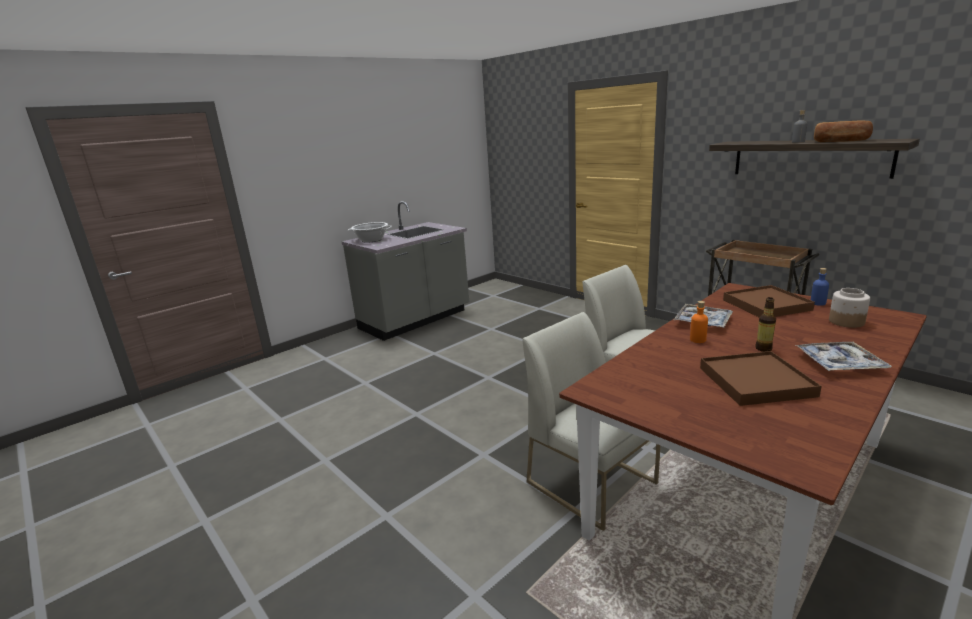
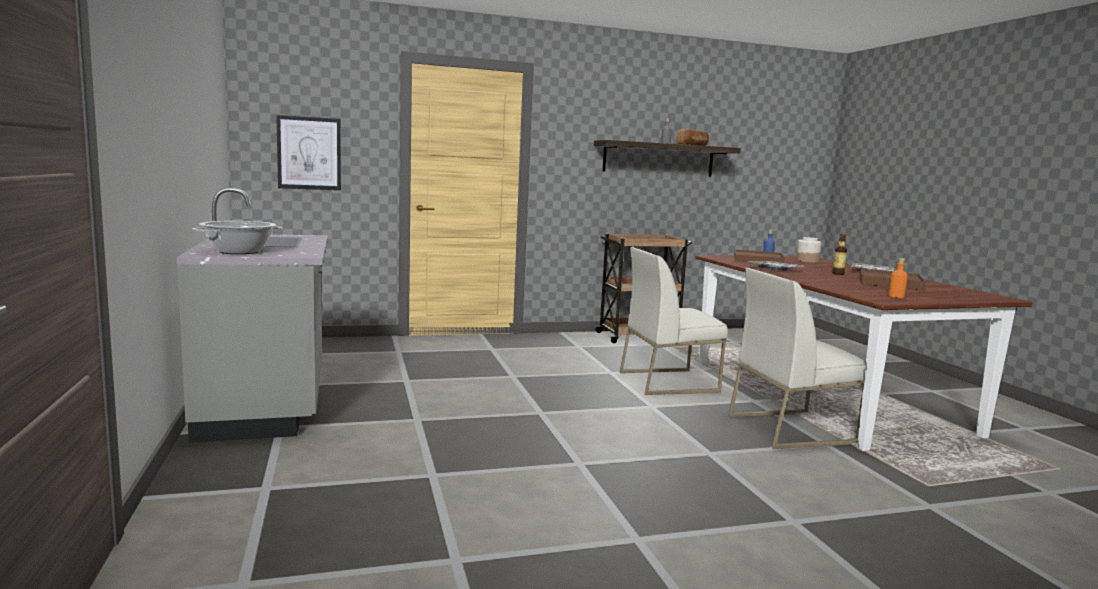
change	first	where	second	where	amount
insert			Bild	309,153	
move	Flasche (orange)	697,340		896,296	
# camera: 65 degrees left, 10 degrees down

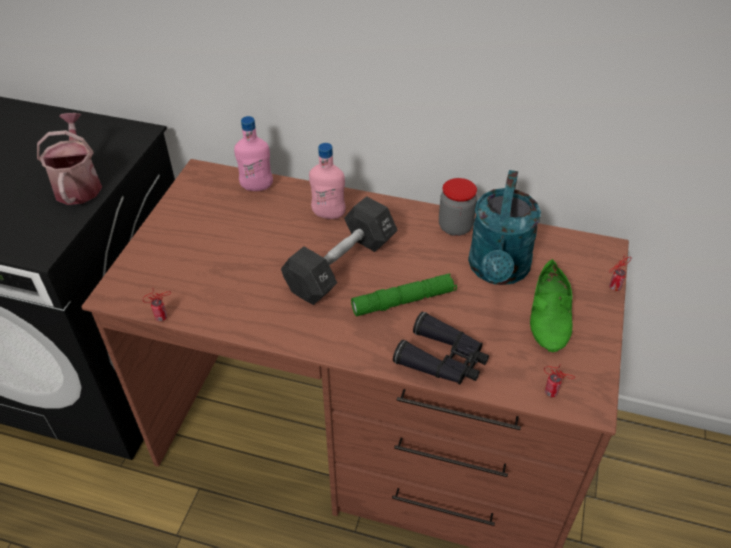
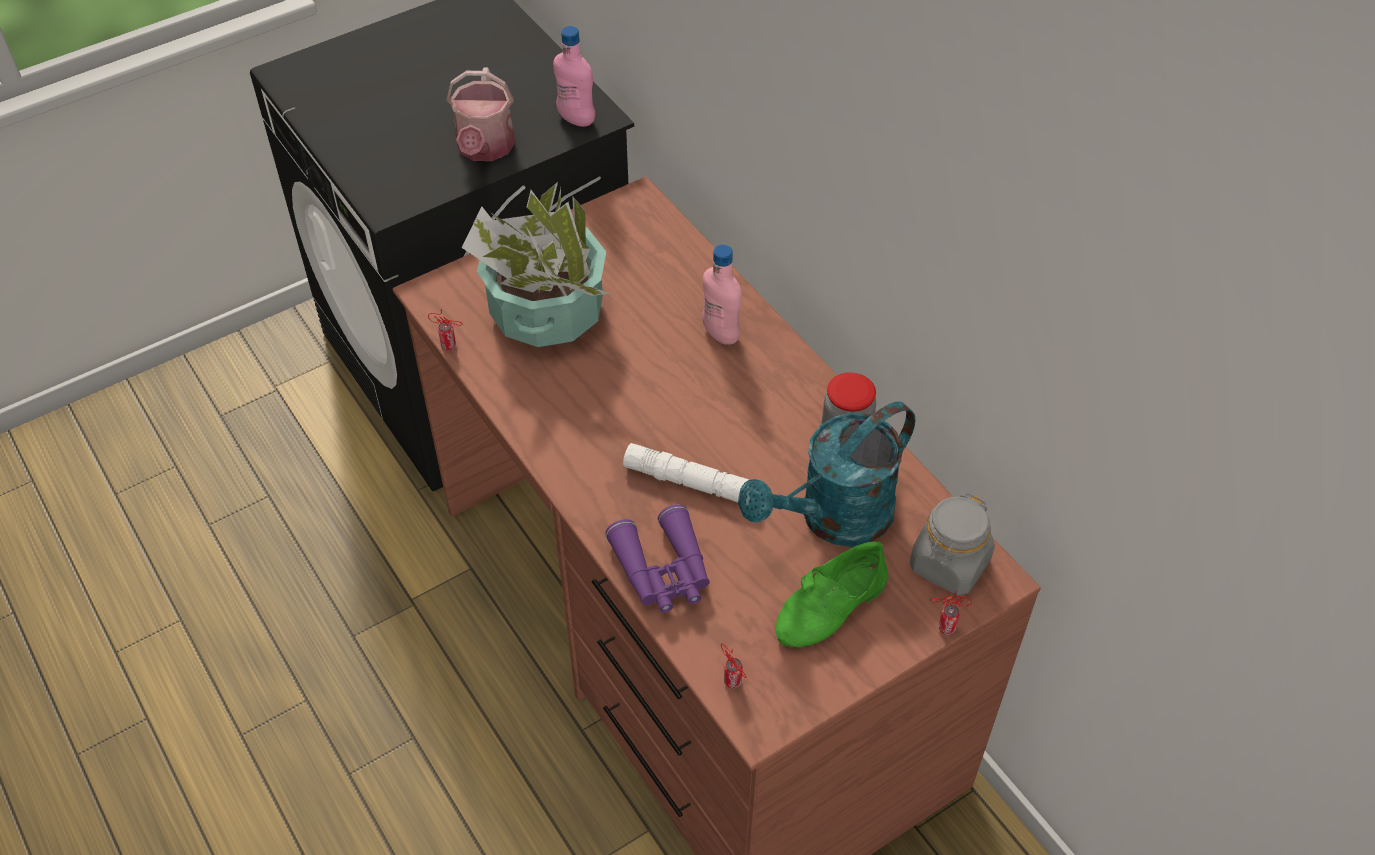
change	first	where	second	where	amount
rotate	Gießkanne	78,184		484,149	150 degrees clockwise
insert			Topfpflanze	546,311	
move	Flasche (rosa)	257,187		576,119	
recolor	Fernglas (schwarz)	443,360	Fernglas (lila)	663,571	
recolor	Taschenlampe (grün)	404,301	Taschenlampe (weiß)	693,483	
insert			Vorratsglas (grau)	949,564	
delete	Hantel (schwarz)	341,265			
# camera: 40 degrees right, 5 degrees up

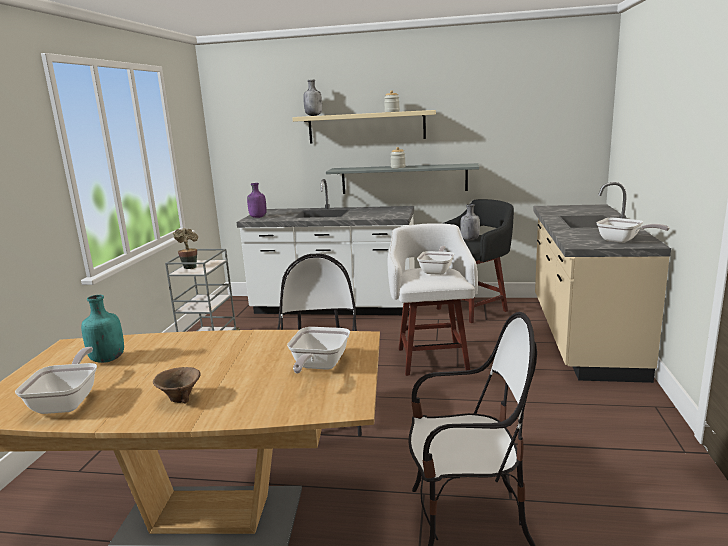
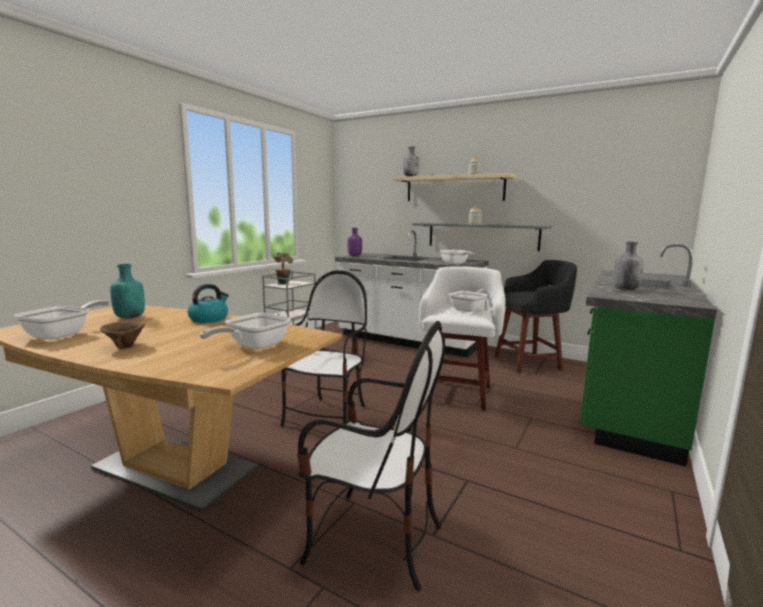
change	first	where	second	where	amount
insert			Wasserkessel	209,319	
move	Pfanne	623,241		455,264	
recolor	Küchenzeile (beige)	581,336	Küchenzeile (grün)	627,405	
move	Flasche (grau)	469,239		625,289	
# camera: 20 degrees right, 5 degrees down

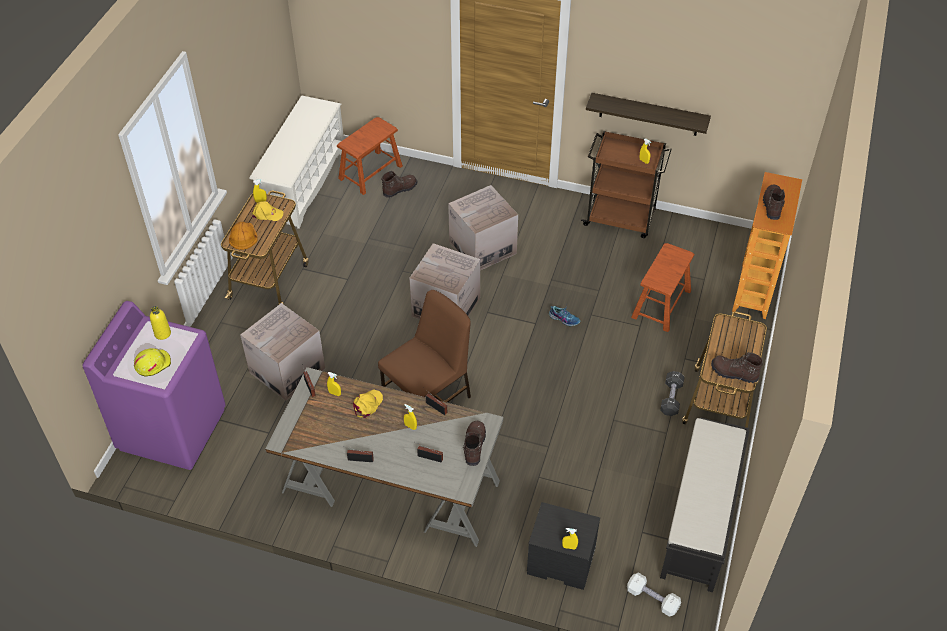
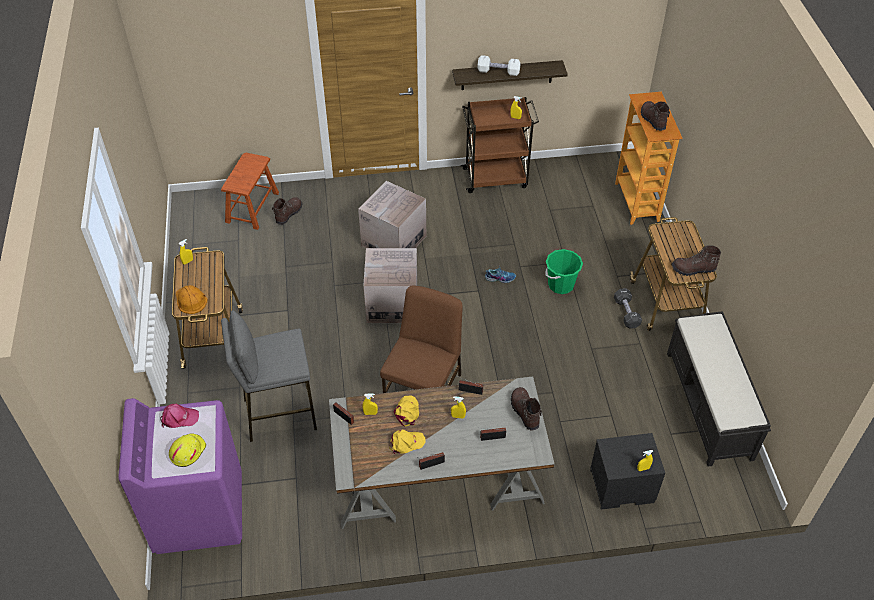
change	first	where	second	where	amount
replace	Flasche (gelb)	162,333	Kappe (rosa)	179,418	
replace	Karton	287,370	Hocker (grau)	279,413	
move	Kappe (gelb)	267,214		406,443	
move	Hantel (weiß)	652,599		498,72	
insert			Eimer (grün)	561,284	
delete	Schuhregal (weiß)	303,183			
delete	Hocker (braun)	661,304			
# camera: 25 degrees left, 0 degrees up

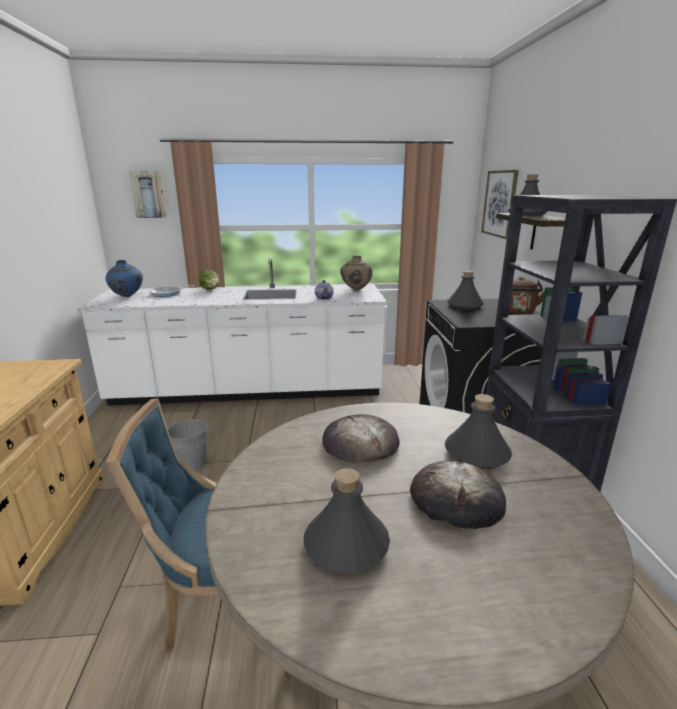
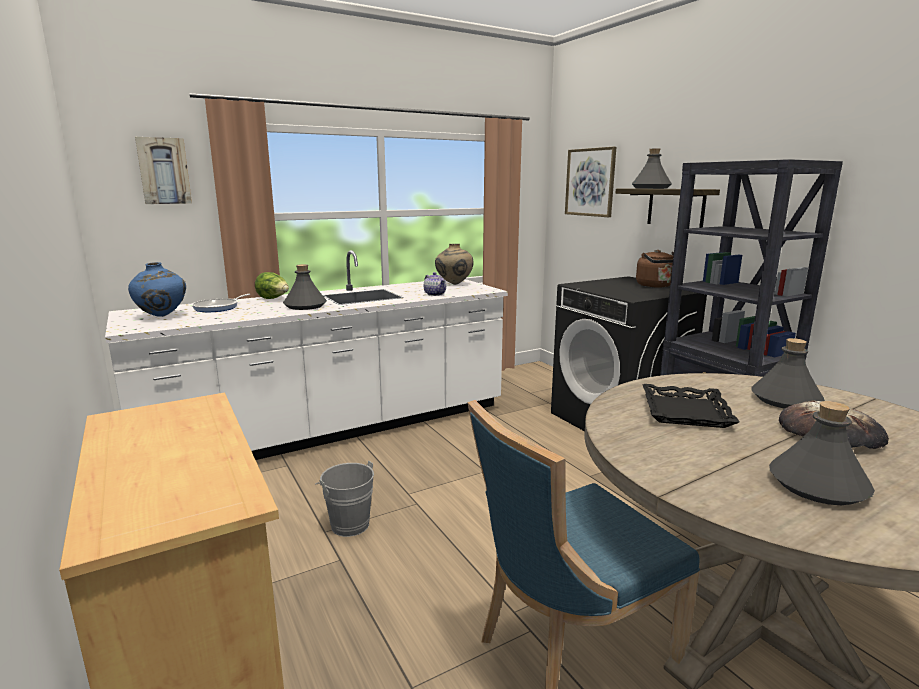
change	first	where	second	where	amount
move	Flasche (grau)	464,306		305,306	
replace	Brot	360,442	Tablett (schwarz)	684,412	
# camera: 25 degrees left, 5 degrees down

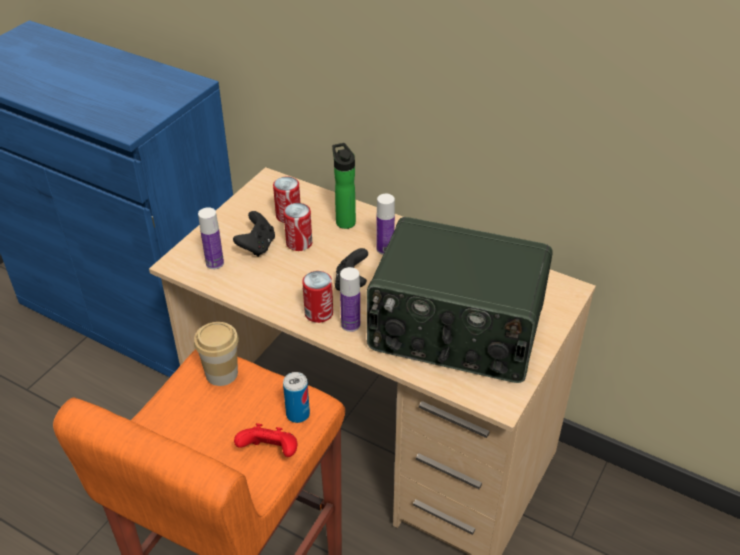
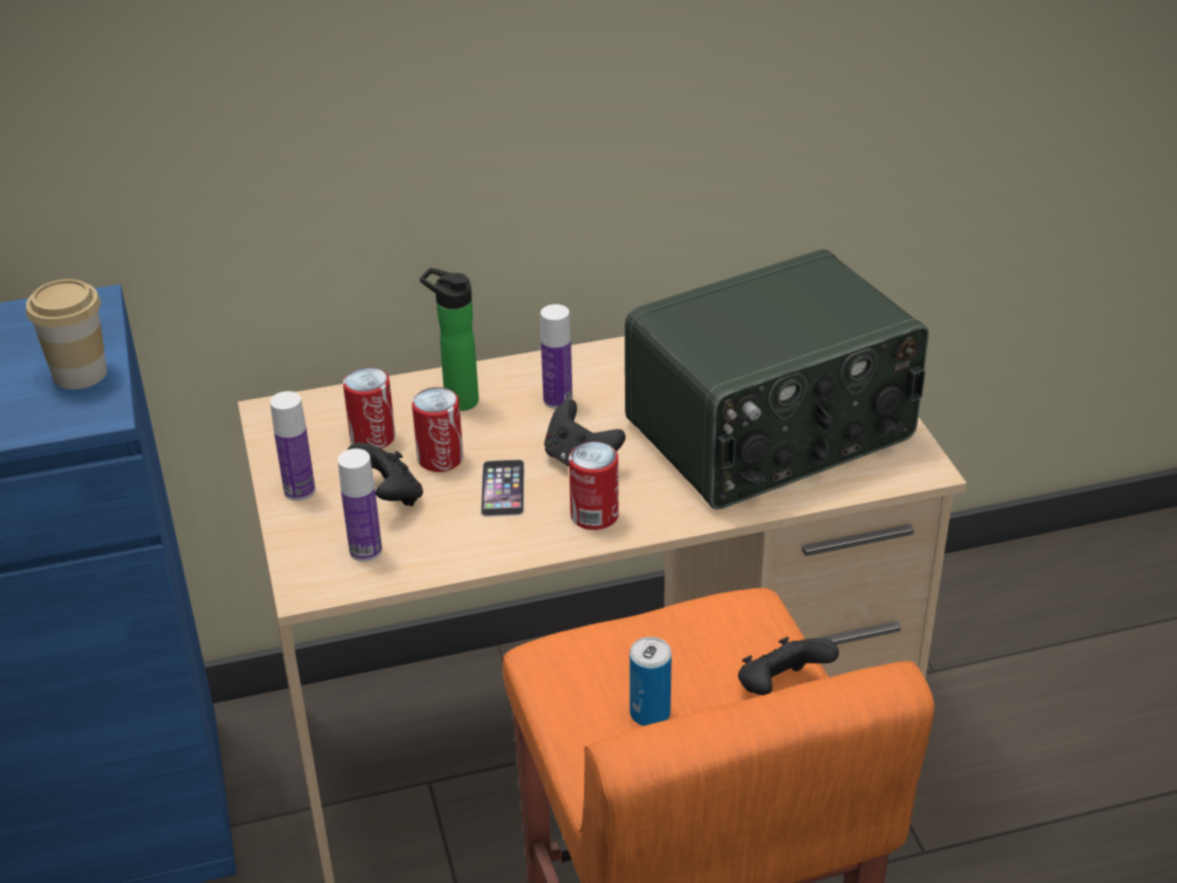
change	first	where	second	where	amount
move	Tasse	221,373		80,374	
move	Flasche	350,325		299,491	
insert			Handy	503,488	
move	Dose	298,414		650,713	
recolor	Gamepad (rot)	270,452	Gamepad (schwarz)	780,688	
# camera: 45 degrees left, 5 degrees down

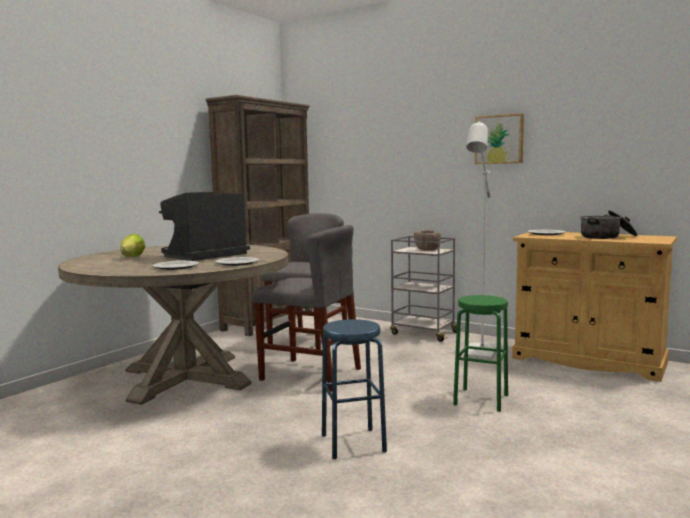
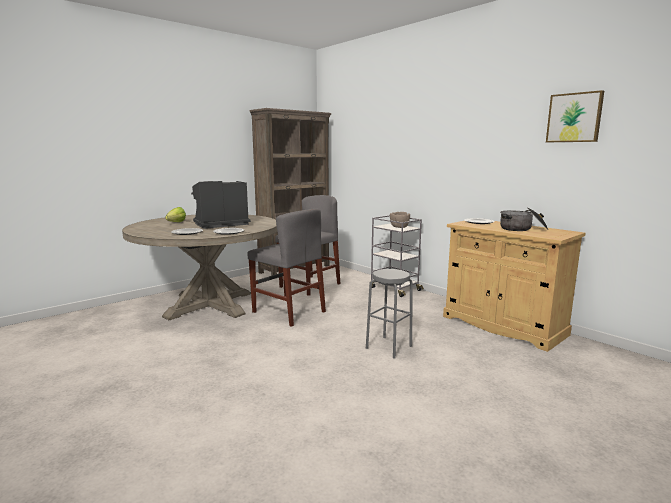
change	first	where	second	where	amount
recolor	Hocker (grün)	481,400	Hocker (grau)	388,347	
move	Bild	499,139		574,118	
delete	Hocker (blau)	353,443			
delete	Stehlampe (weiß)	479,355			
# camera: 15 degrees right, 5 degrees up

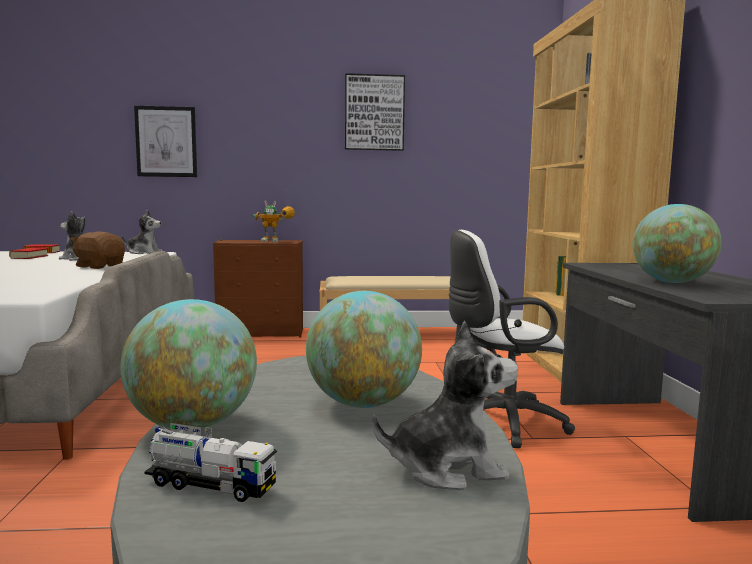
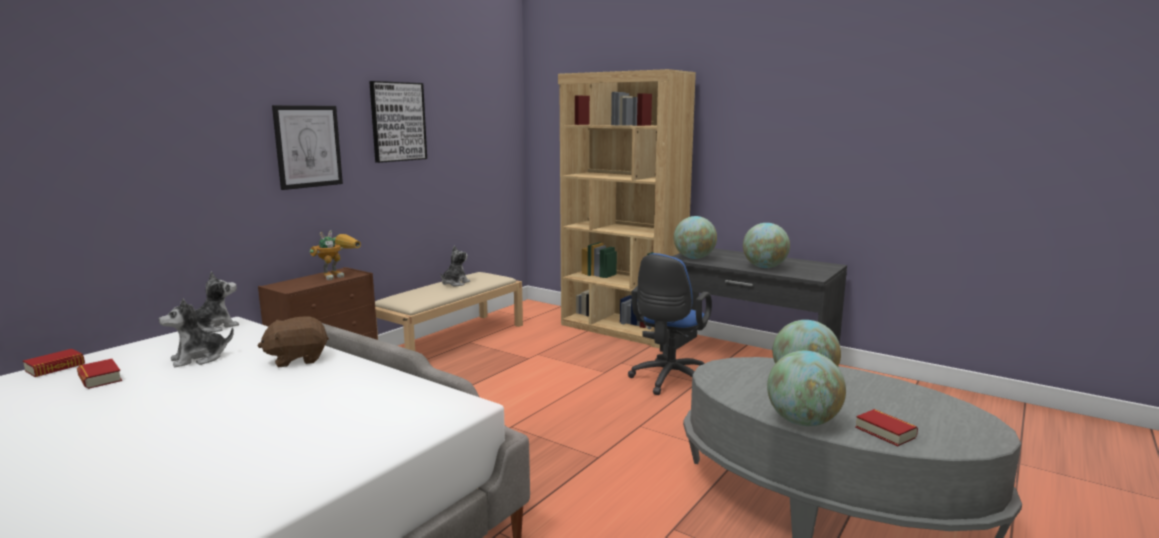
change	first	where	second	where	amount
move	Bild	166,142		308,146	
move	Plüschtier	447,468		454,283	
recolor	Bürostuhl (weiß)	500,424	Bürostuhl (blau)	668,381	
insert			Globus	694,258	
replace	Spielzeuglaster	210,485	Buch	885,432	
# camera: 50 degrees left, 5 degrees up

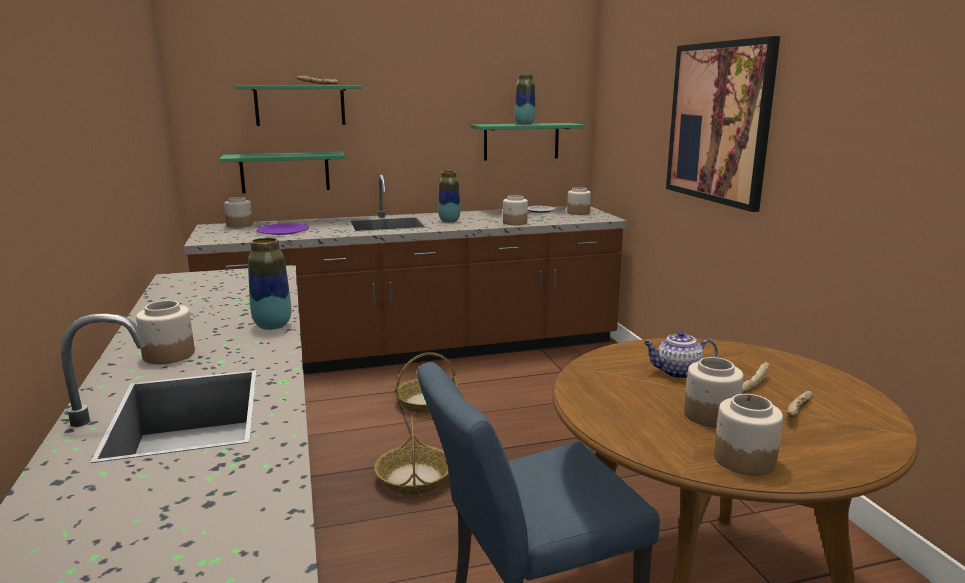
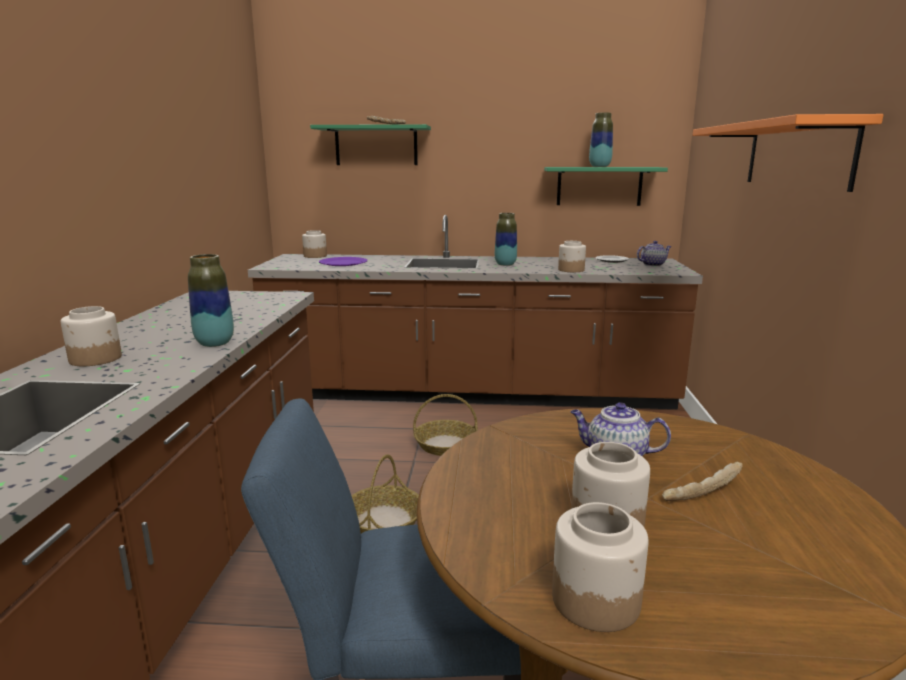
change	first	where	second	where	amount
replace	Vorratsglas	578,212	Teekanne	653,265	
replace	Bild	718,122	Wandregal (orange)	797,155	
delete	Wandregal (grün)	285,172			
delete	Brot	799,412			
# camera: 20 degrees right, 0 degrees up

